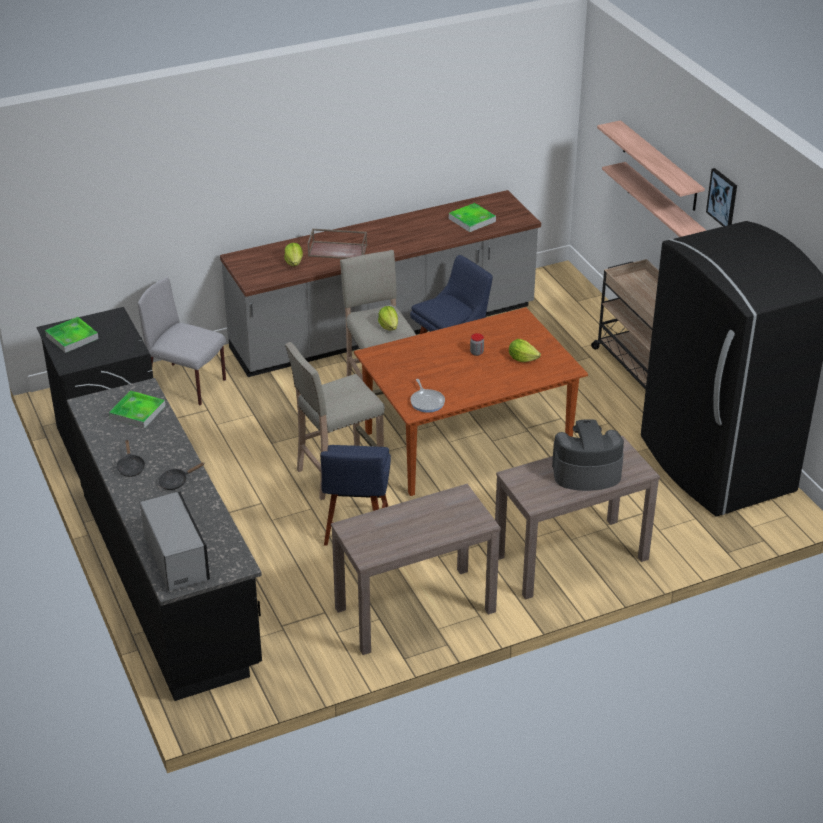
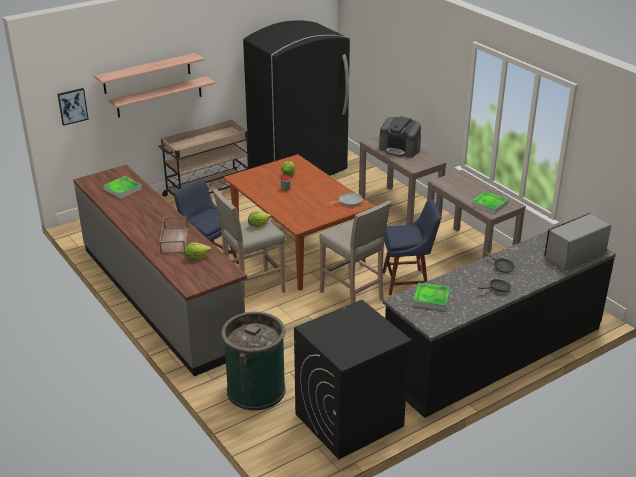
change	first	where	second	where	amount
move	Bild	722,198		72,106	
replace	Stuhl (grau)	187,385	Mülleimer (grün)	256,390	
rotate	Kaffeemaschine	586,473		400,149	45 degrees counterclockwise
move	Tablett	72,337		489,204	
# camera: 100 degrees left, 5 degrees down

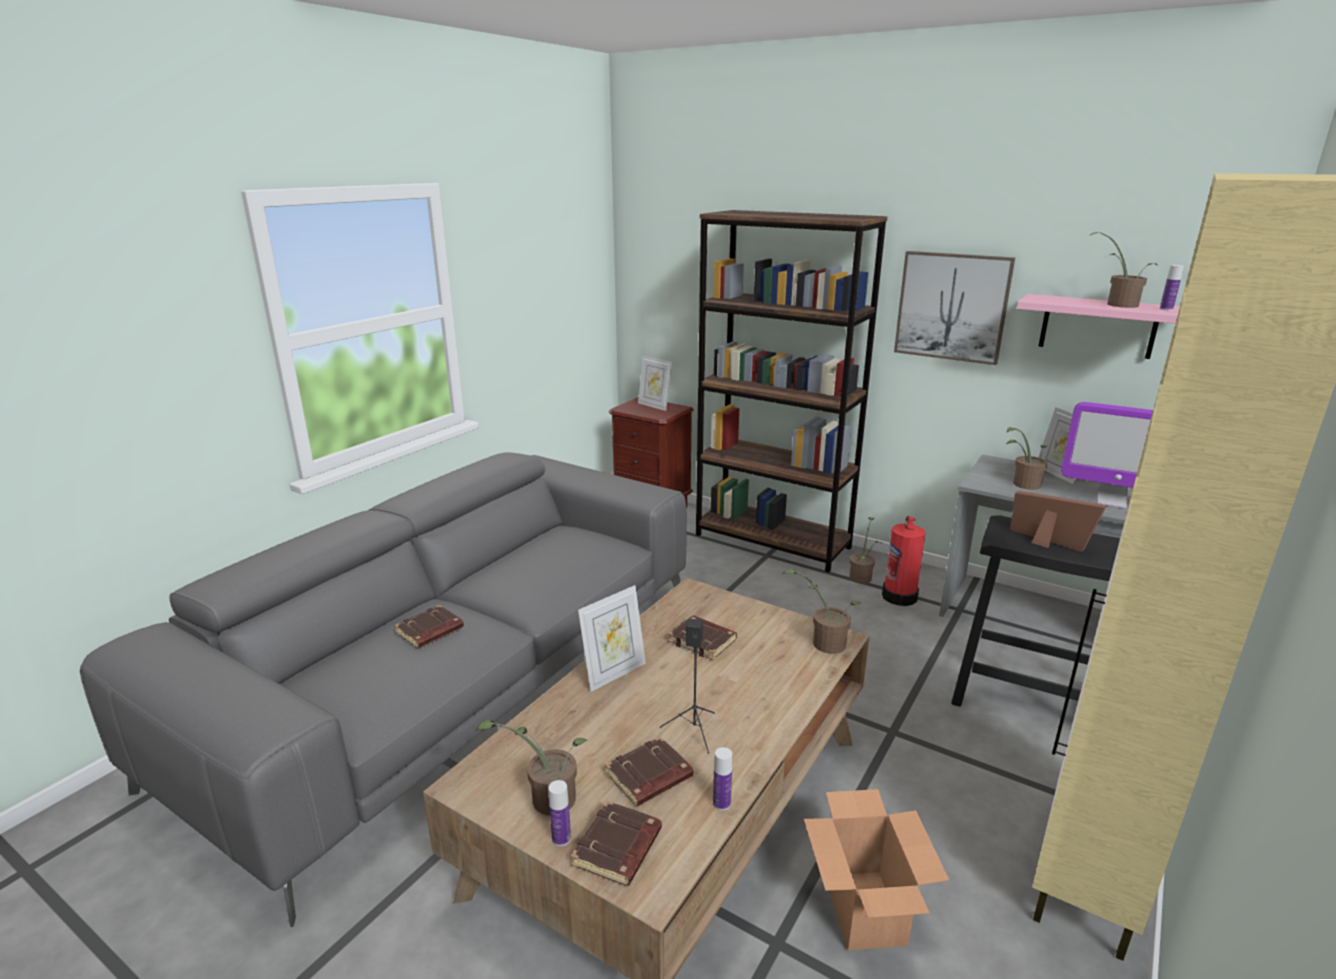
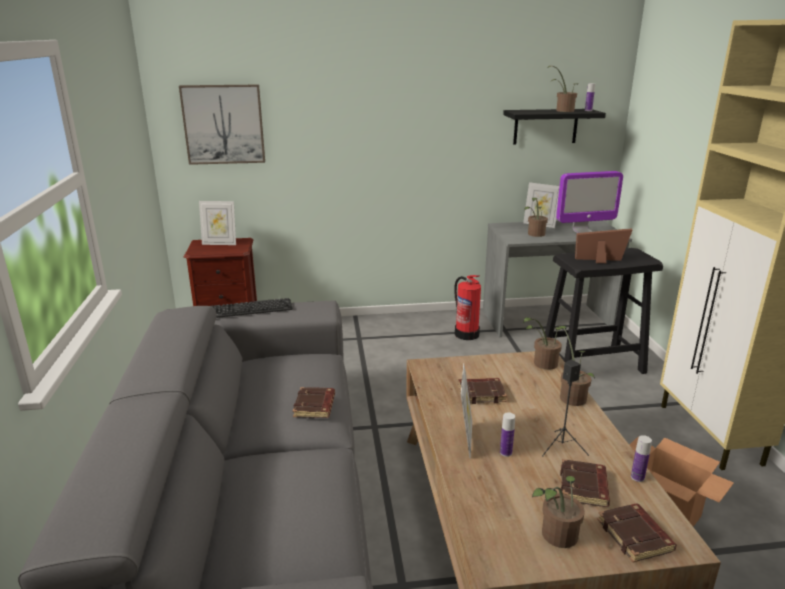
change	first	where	second	where	amount
move	Bild	952,306		223,124	
insert			Tastatur	249,309	
move	Buch (braun)	430,632		315,406	
move	Flasche	561,838		505,452	
recolor	Wandregal (rosa)	1098,326	Wandregal (schwarz)	545,126	
move	Topfpflanze	862,576		571,396	
delete	Bücherregal (braun)	772,541			
# camera: 40 degrees left, 0 degrees up

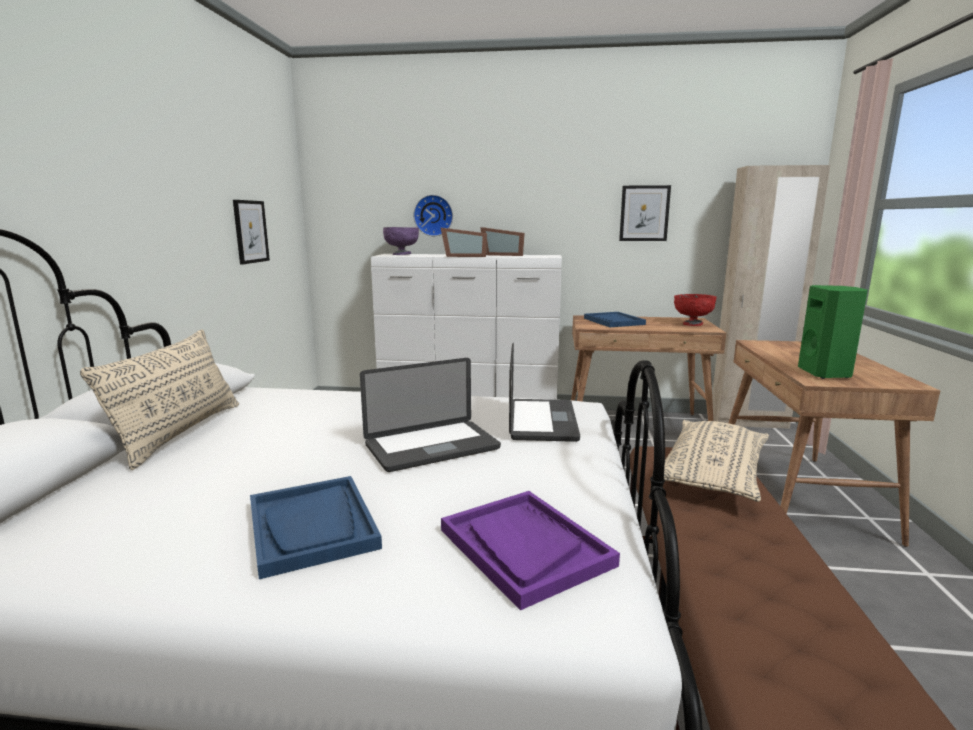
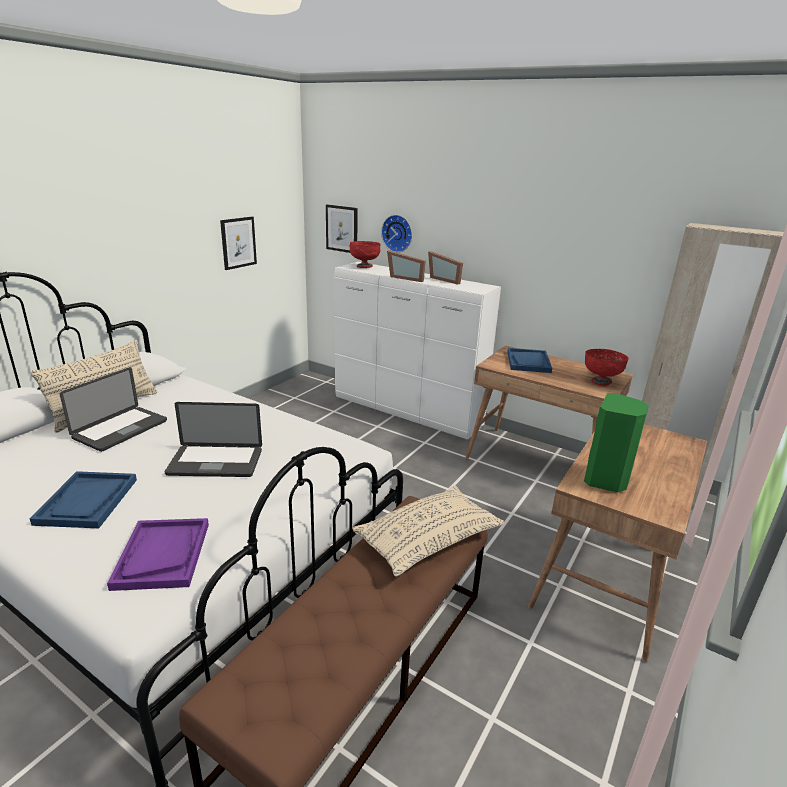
change	first	where	second	where	amount
move	Laptop	542,421		120,429	
move	Bild	644,213		342,229	
recolor	Schüssel (lila)	402,254	Schüssel (rot)	364,267	
# camera: 25 degrees right, 10 degrees up

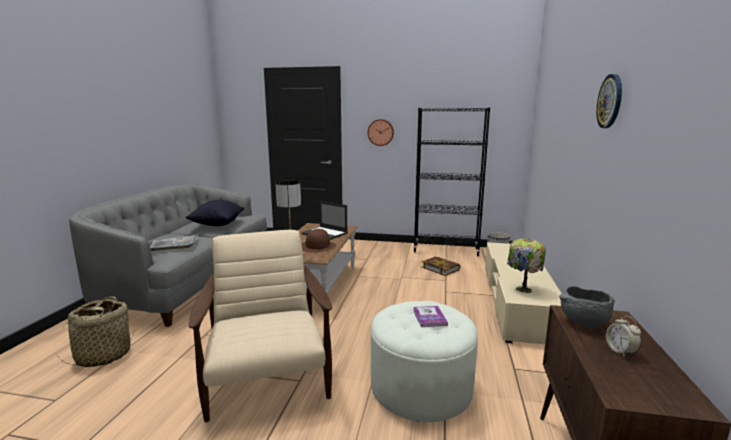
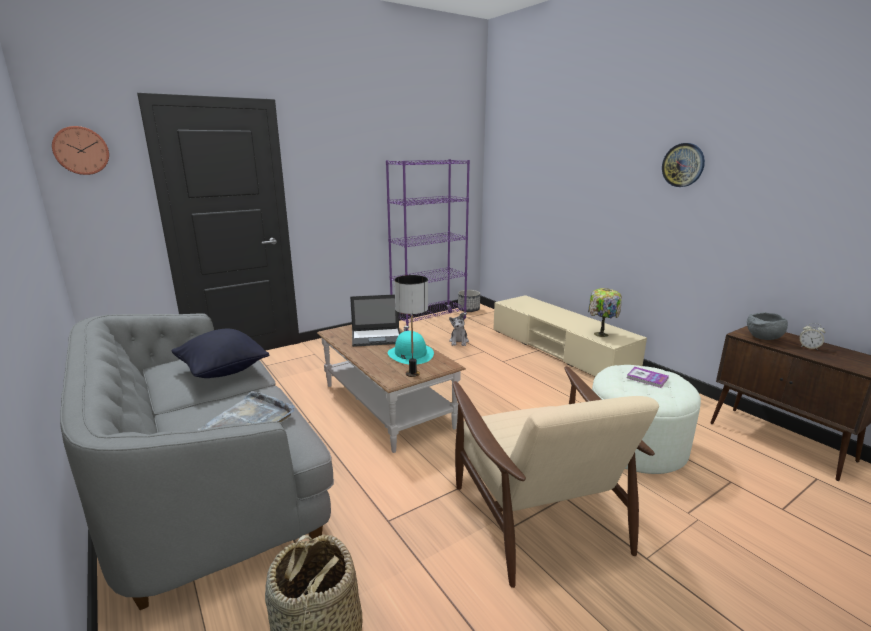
change	first	where	second	where	amount
move	Wanduhr	380,132		81,150	
recolor	Bücherregal (schwarz)	446,250	Bücherregal (lila)	429,322	
recolor	Hut (braun)	317,246	Hut (türkis)	410,354	
replace	Buch	440,268	Plüschtier	459,341	
rotate	Sessel (beige)	267,376		537,513	135 degrees counterclockwise
# camera: 45 degrees left, 5 degrees up

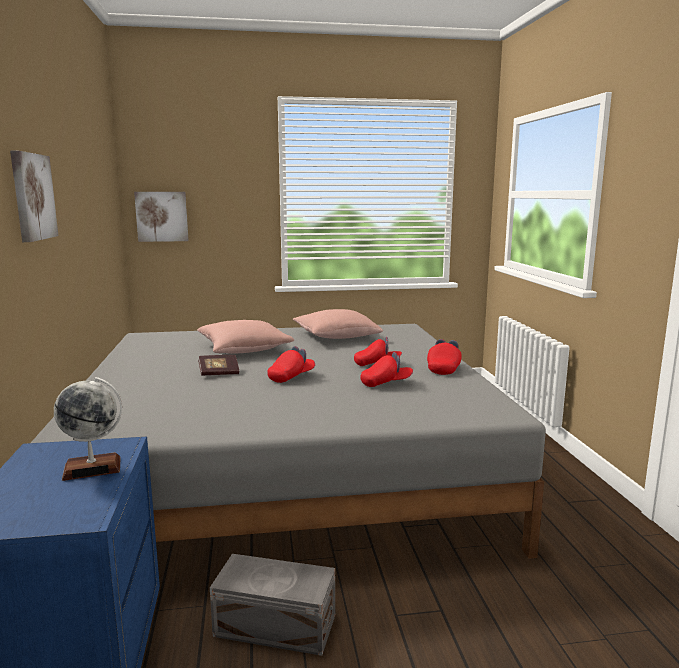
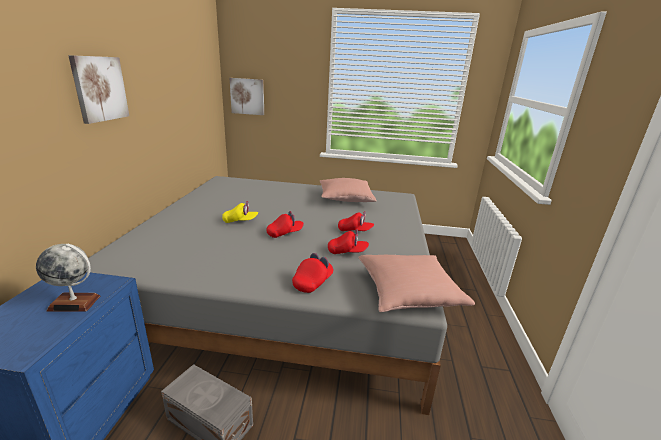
change	first	where	second	where	amount
replace	Buch	219,373	Kappe (gelb)	240,221	
move	Kappe (rot)	444,368		313,282	
move	Kissen (rosa)	244,349		408,292	
# camera: 15 degrees right, 10 degrees up

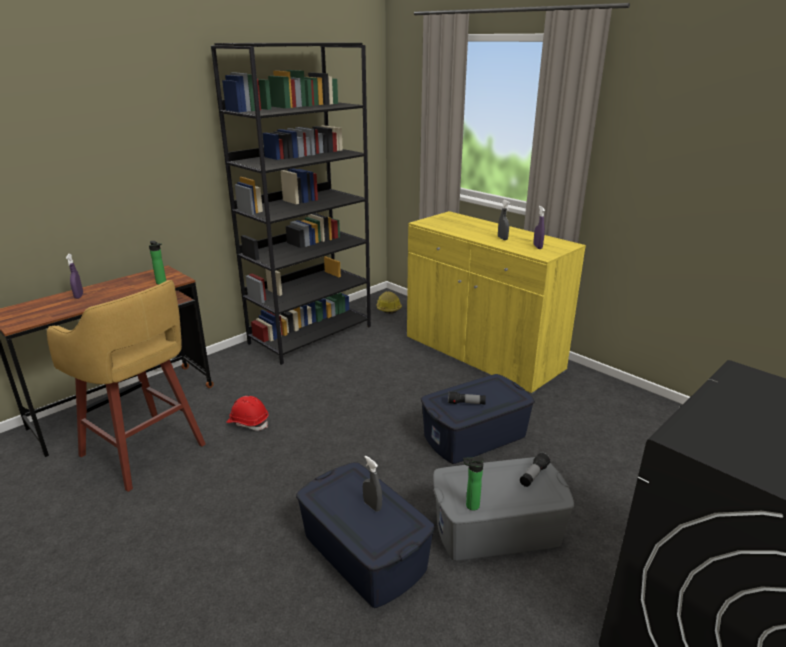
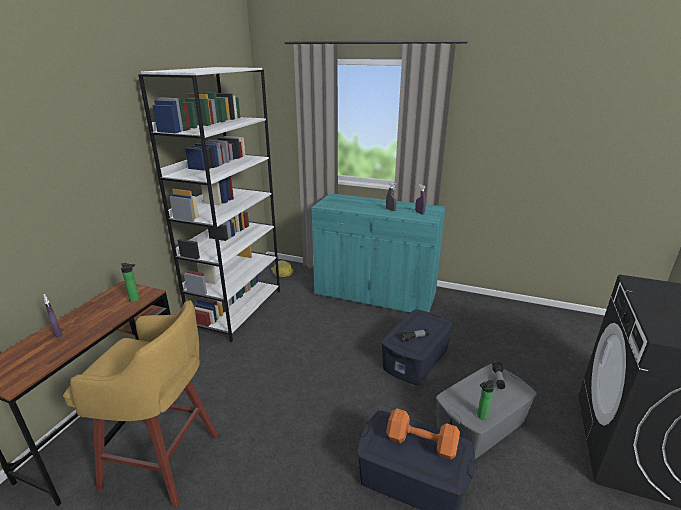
change	first	where	second	where	amount
recolor	Bücherregal (schwarz)	311,334	Bücherregal (weiß)	237,309	
recolor	Schrank (gelb)	482,354	Schrank (türkis)	375,295	
replace	Sprühflasche (grau)	372,505	Hantel (orange)	420,442	
delete	Schutzhelm (rot)	248,422			
# camera: 25 degrees left, 0 degrees up

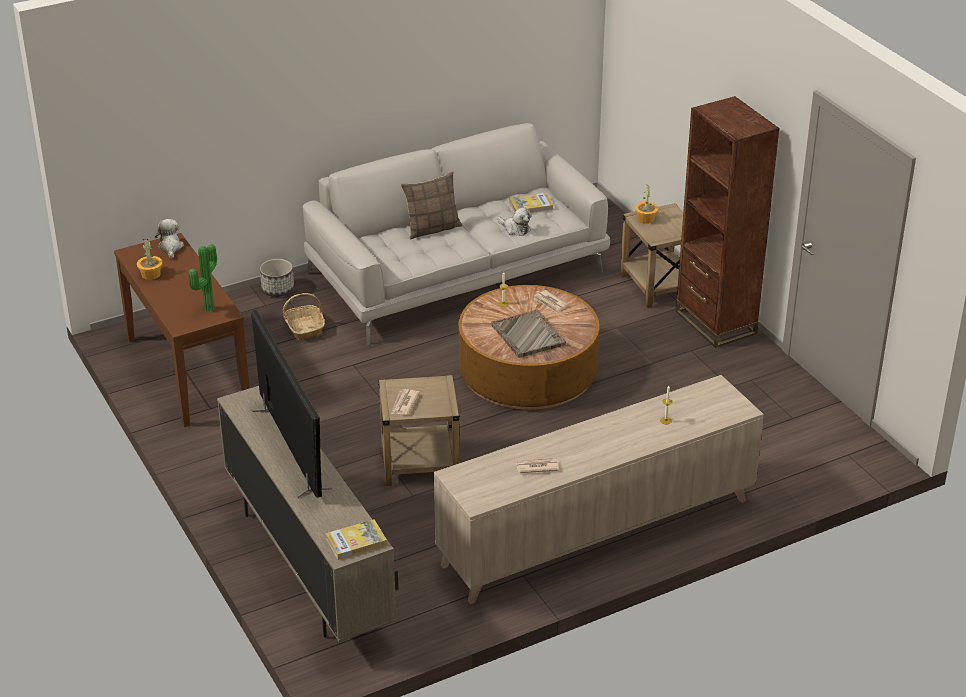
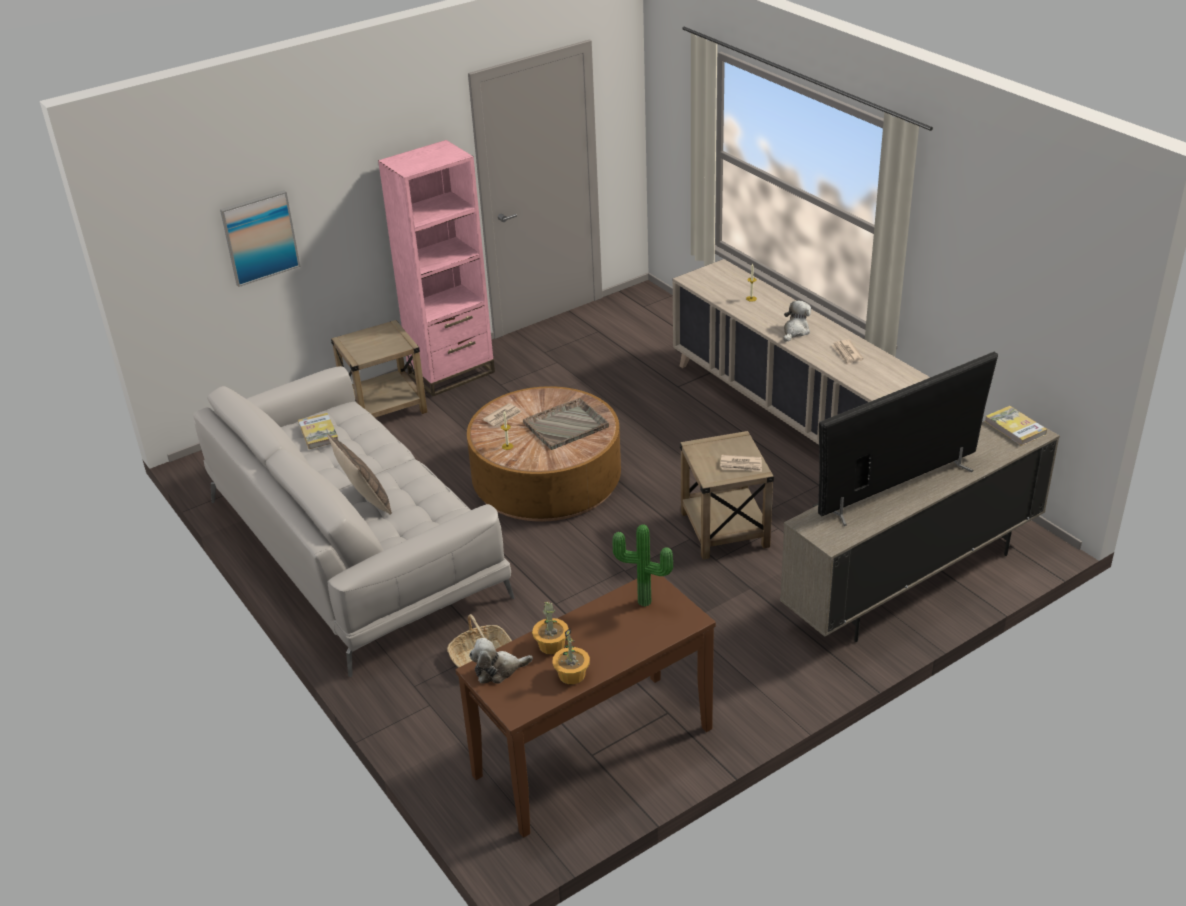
change	first	where	second	where	amount
insert			Bild	260,237	
recolor	Bücherregal (braun)	715,322	Bücherregal (rosa)	451,373	
move	Topfpflanze	645,219		551,645	
move	Plüschtier	515,229		795,331	
delete	Pflanzkübel	278,289			
# camera: 95 degrees left, 0 degrees up

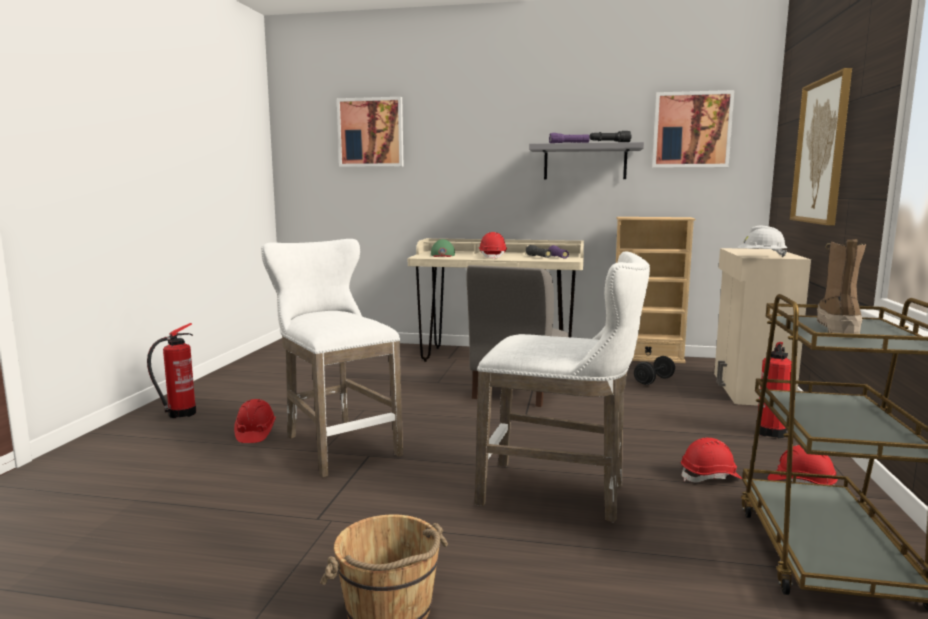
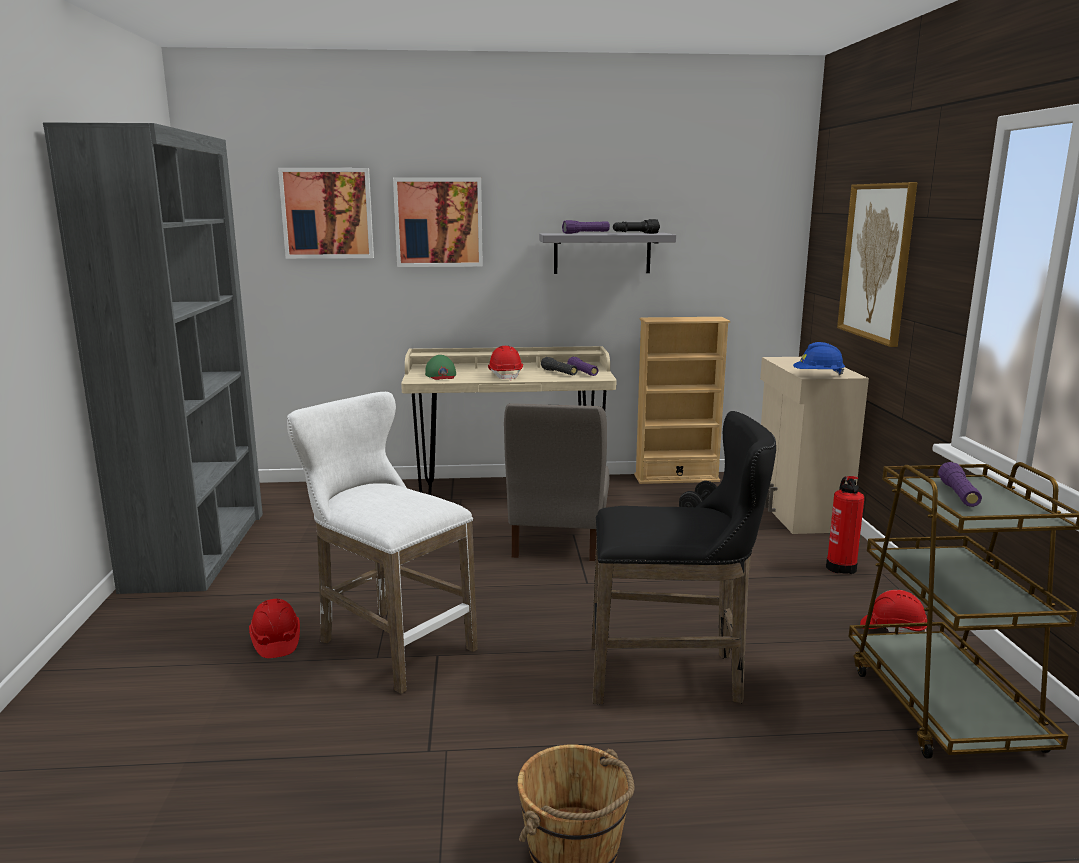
change	first	where	second	where	amount
insert			Bücherregal (grau)	197,549	
move	Bild	691,130		438,222	
recolor	Hocker (weiß)	560,494	Hocker (schwarz)	673,676	
recolor	Schutzhelm (weiß)	760,256	Schutzhelm (blau)	818,376	
replace	Stiefel	837,327	Taschenlampe (lila)	958,495	
delete	Feuerlöscher	179,414			
delete	Schutzhelm (rot)	710,477			
# camera: 15 degrees left, 5 degrees up

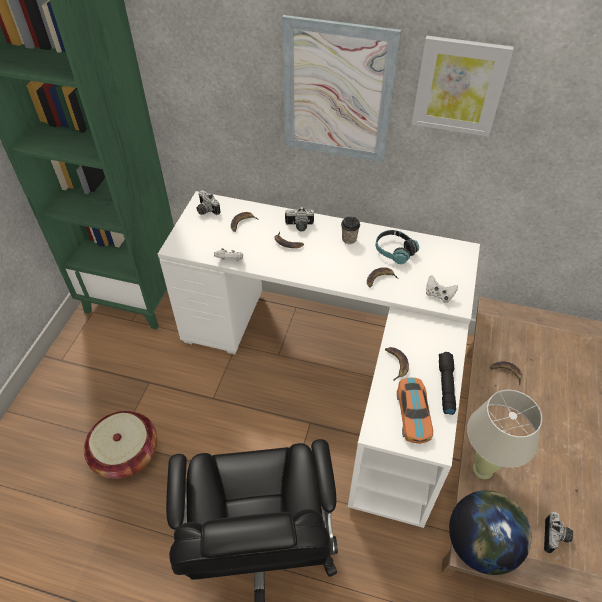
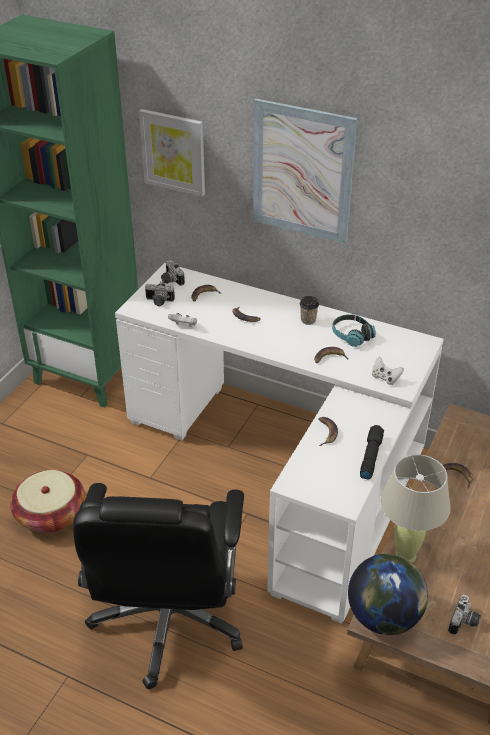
change	first	where	second	where	amount
move	Bild	459,86		173,152	
move	Kamera	299,226		159,302	
delete	Spielzeugauto	413,414			
# camera: 10 degrees right, 10 degrees down

